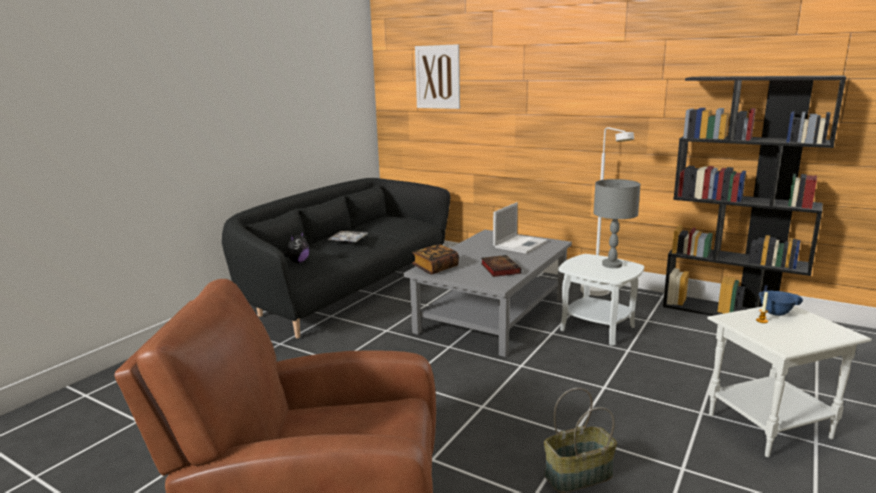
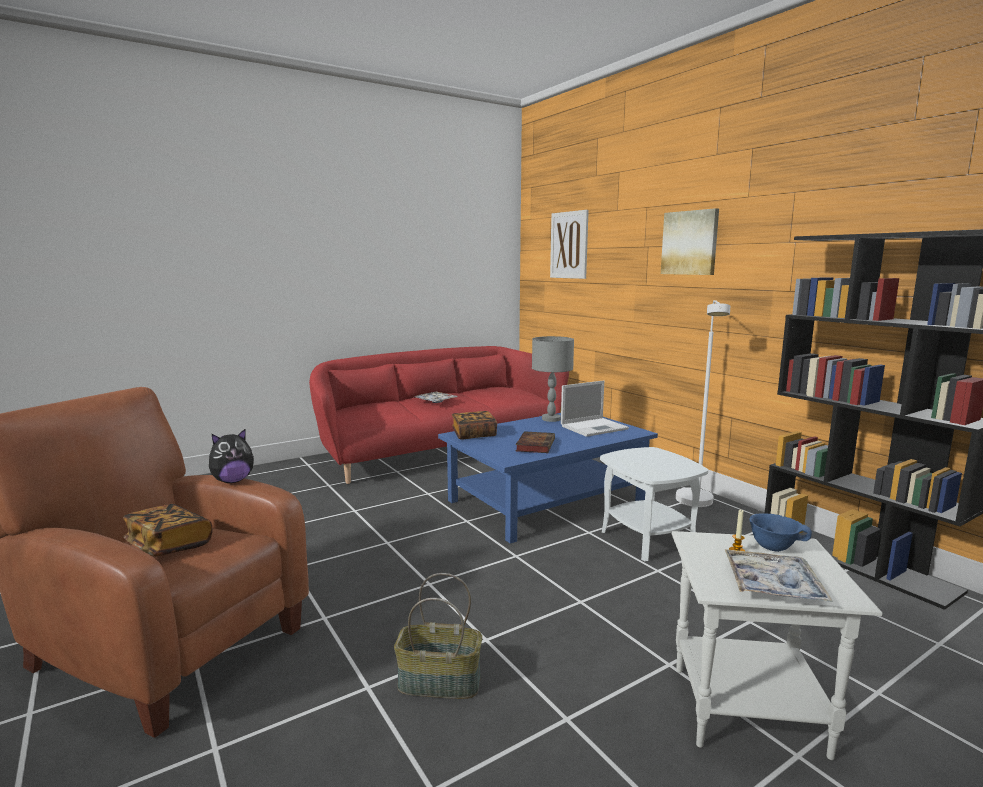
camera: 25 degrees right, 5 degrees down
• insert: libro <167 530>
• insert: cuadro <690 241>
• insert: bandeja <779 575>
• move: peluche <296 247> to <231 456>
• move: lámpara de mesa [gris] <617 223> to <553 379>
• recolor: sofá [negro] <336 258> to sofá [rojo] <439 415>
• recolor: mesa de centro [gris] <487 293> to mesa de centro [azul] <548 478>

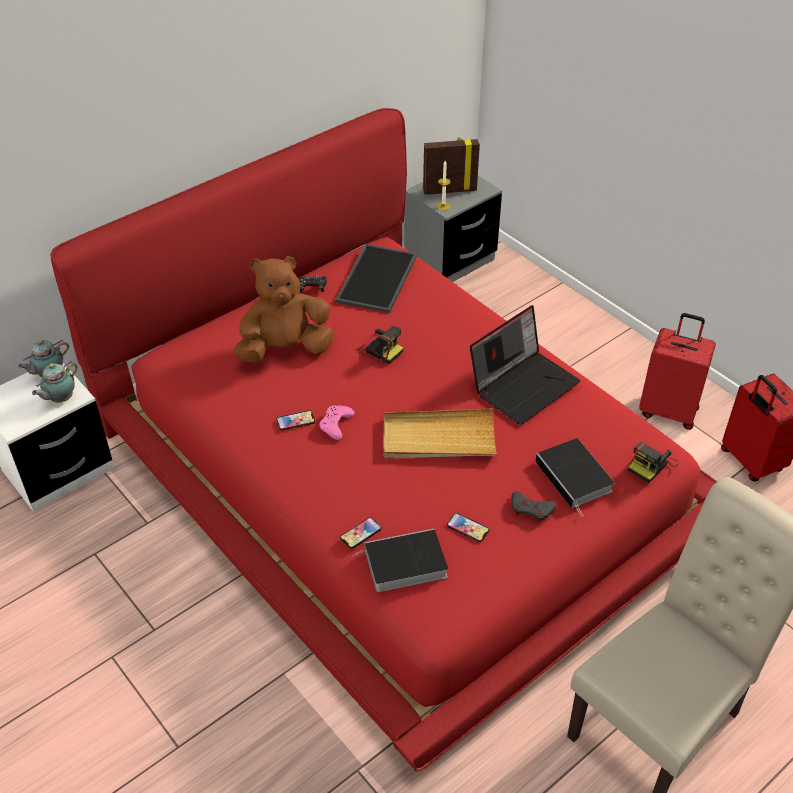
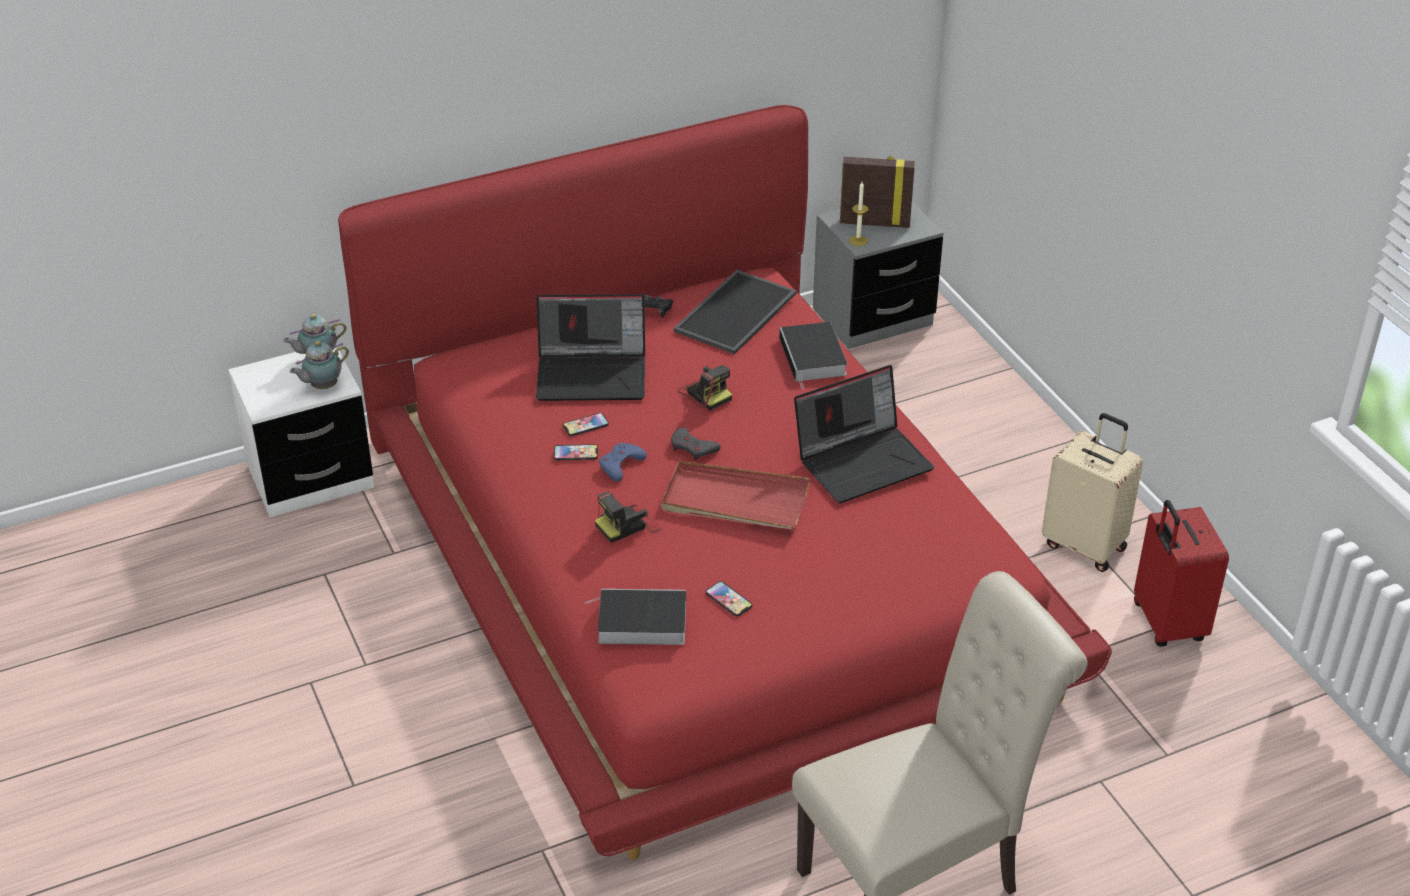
camera: 15 degrees right, 5 degrees down
• move: móvil <360 533> to <586 424>
• move: mando de consola [gris] <533 506> to <696 443>
• move: libro <574 477> to <813 355>
• move: cámara <653 462> to <628 517>
• replace: peluche [marrón] <283 309> to portátil <590 347>
• recolor: mando de consola [rosa] <337 422> to mando de consola [azul] <623 462>
• recolor: bandeja [beis] <440 433> to bandeja [rojo] <735 495>
• recolor: maleta [rojo] <677 371> to maleta [beis] <1092 492>

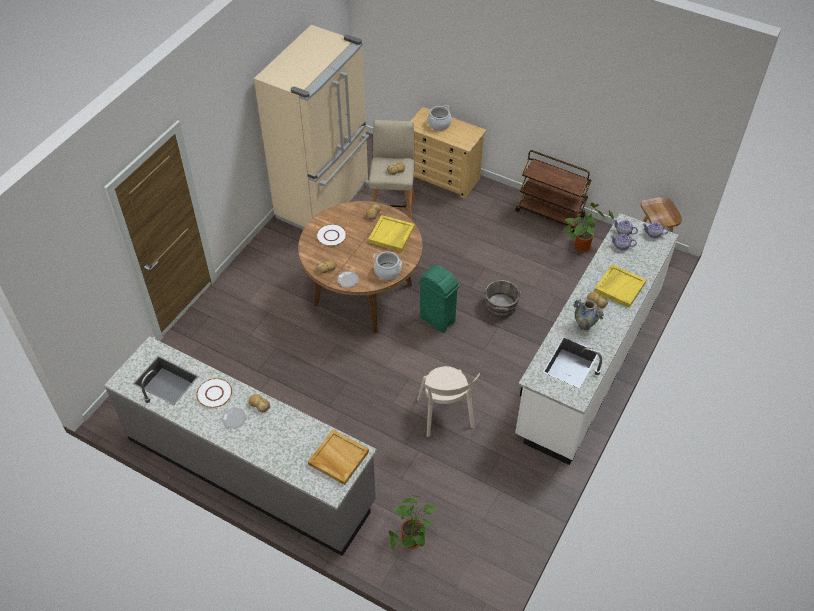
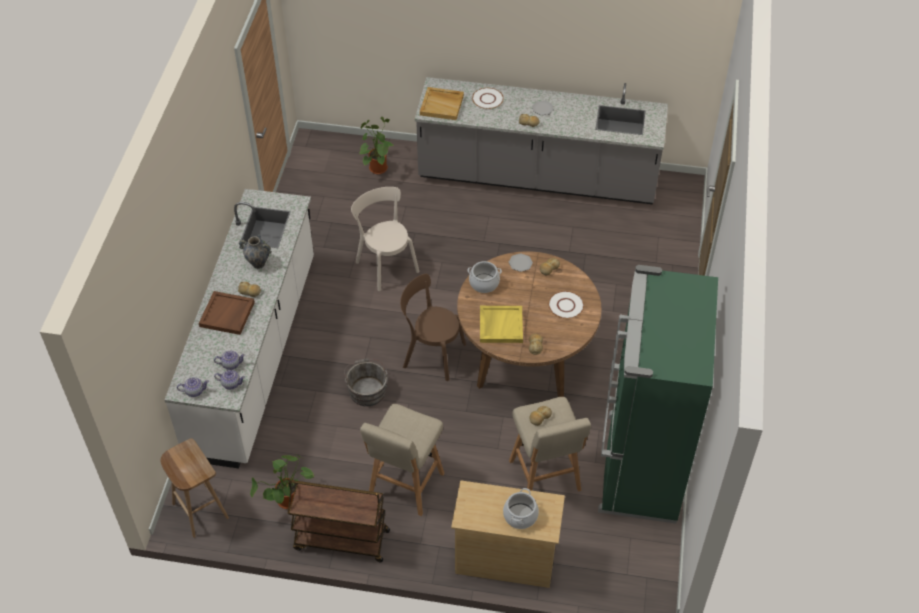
camera: 160 degrees right, 0 degrees up
• insert: taburete [beis] <402 460>
• move: plato [blanco] <214 393> to <488 98>
• replace: papelera [verde] <439 299> to silla [marrón] <433 327>
• recolor: nevera [beis] <311 127> to nevera [verde] <658 394>
• recolor: bandeja [amarillo] <620 286> to bandeja [marrón] <227 313>

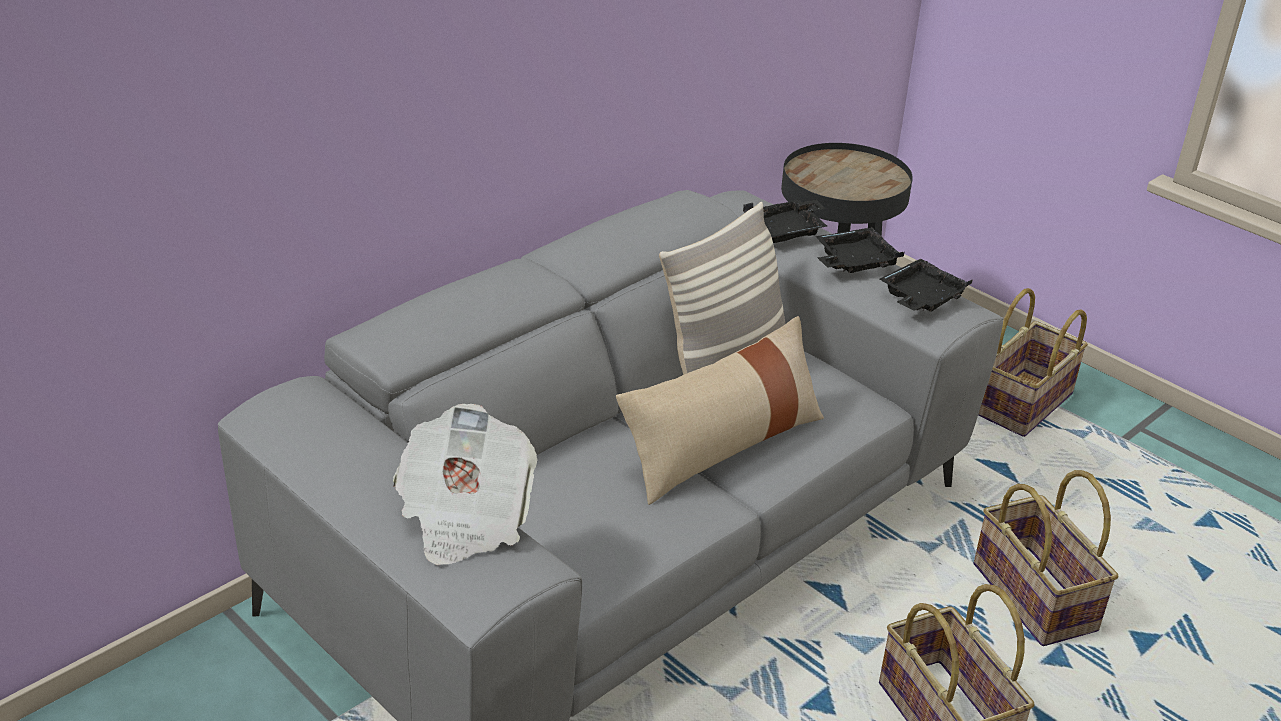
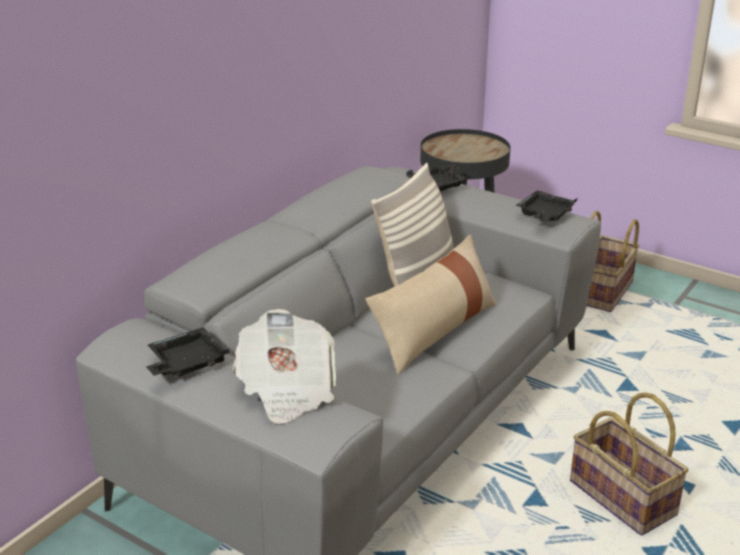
camera: 10 degrees left, 5 degrees down
• delete: cesta <1045 558>
• move: bandeja [negro] <860 250> to <187 352>

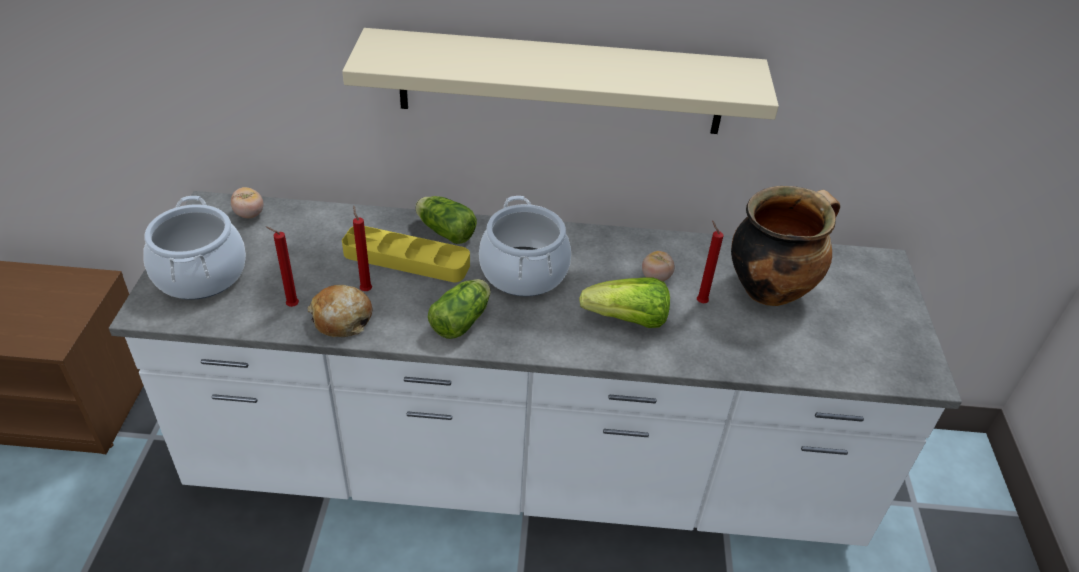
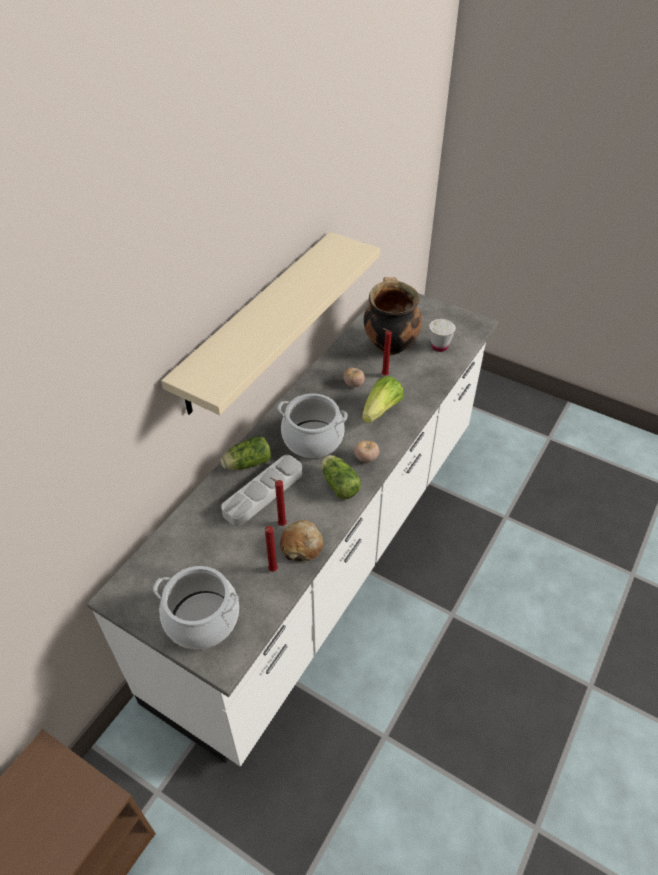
camera: 60 degrees left, 5 degrees up
• insert: taza [blanco] <442 335>
• move: tomate <247 203> to <366 451>
• recolor: bandeja [amarillo] <406 254> to bandeja [gris] <261 490>

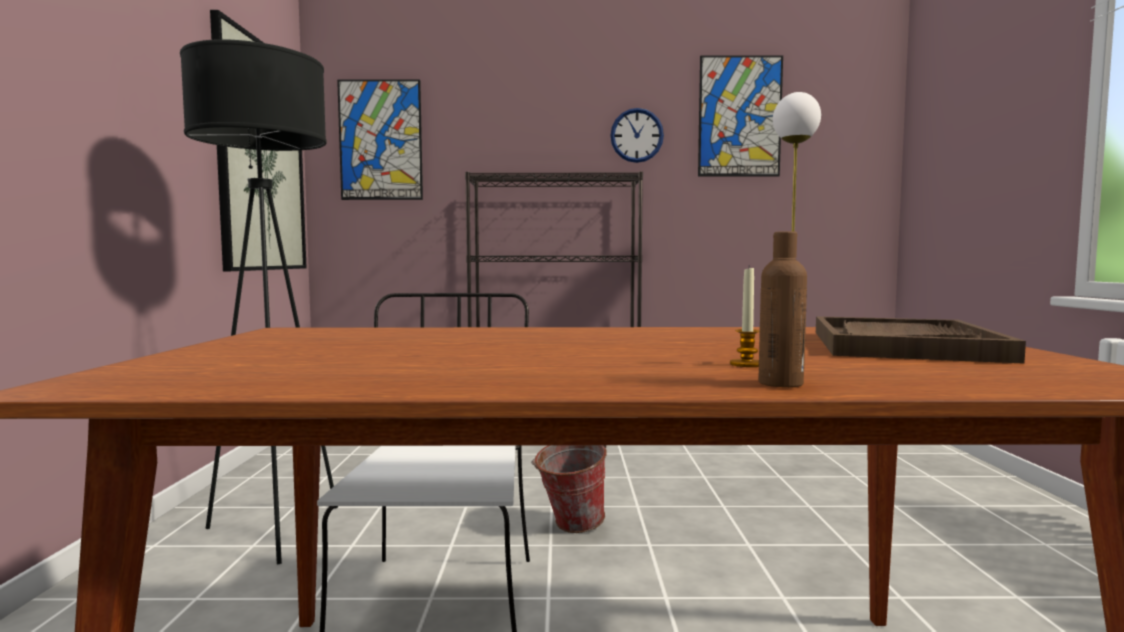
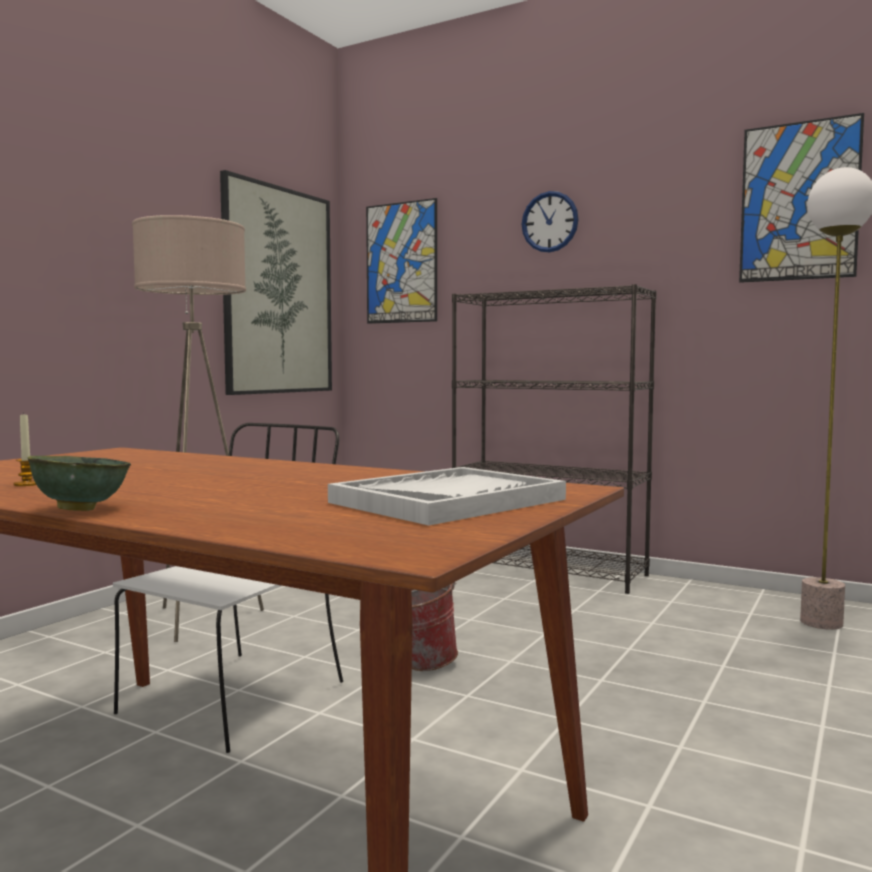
camera: 30 degrees right, 0 degrees up
• delete: botella [marrón] <782 309>
• insert: cuenco [verde] <79 483>
• move: reloj de pared <637 135> to <550 222>
• move: vela <745 317> to <24 449>
• recolor: lámpara de pie [negro] <259 301> to lámpara de pie [beis] <198 428>
• recolor: bandeja [marrón] <921 340> to bandeja [blanco] <447 496>

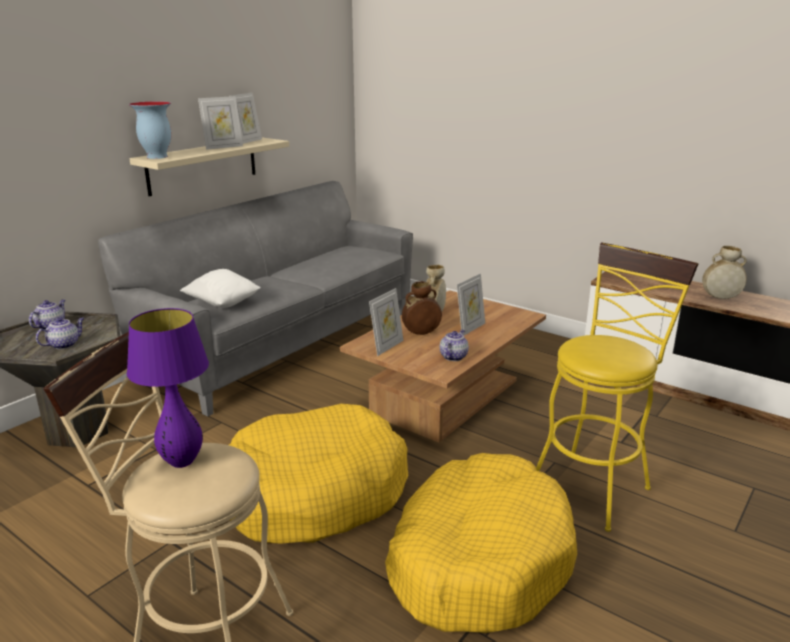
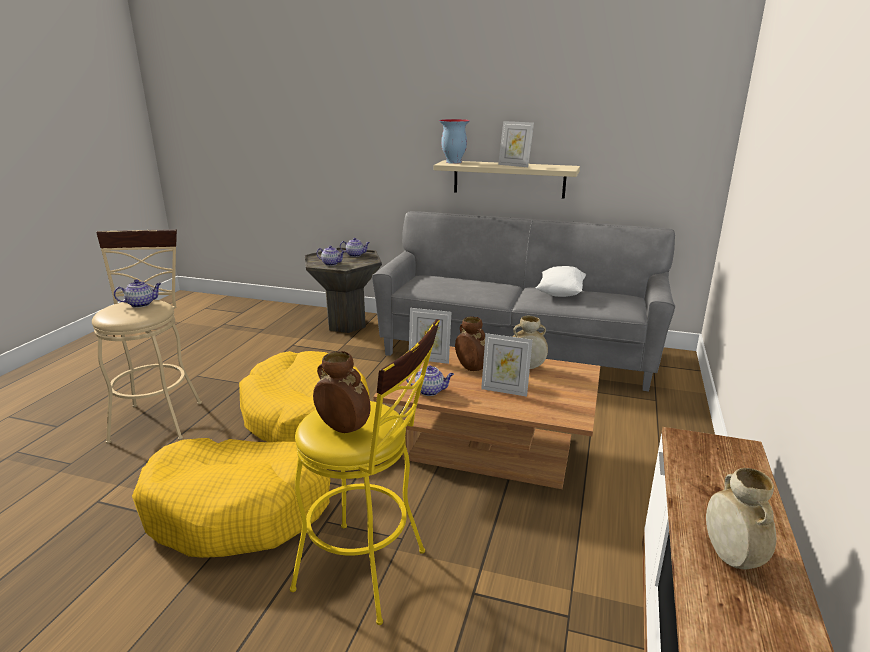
camera: 70 degrees right, 0 degrees up
• delete: portarretratos <246 118>
• insert: florero [marrón] <342 392>
• move: cojín [blanco] <220 288> to <561 281>
• replace: lámpara de mesa [morado] <168 388> to tetera <138 294>

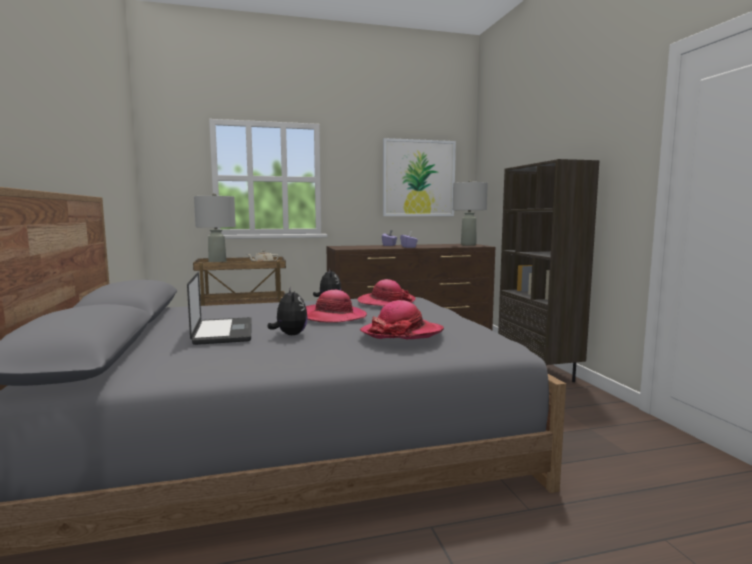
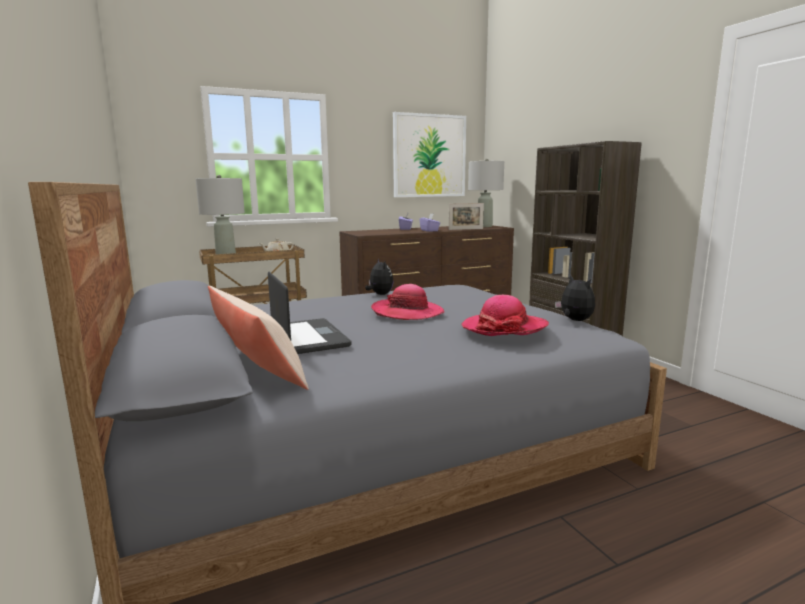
camera: 10 degrees left, 5 degrees up
• delete: sombrero <386 292>
• insert: cojín [beis] <258 338>
• insert: portarretratos <466 216>
• move: peluche <288 311> to <575 298>

